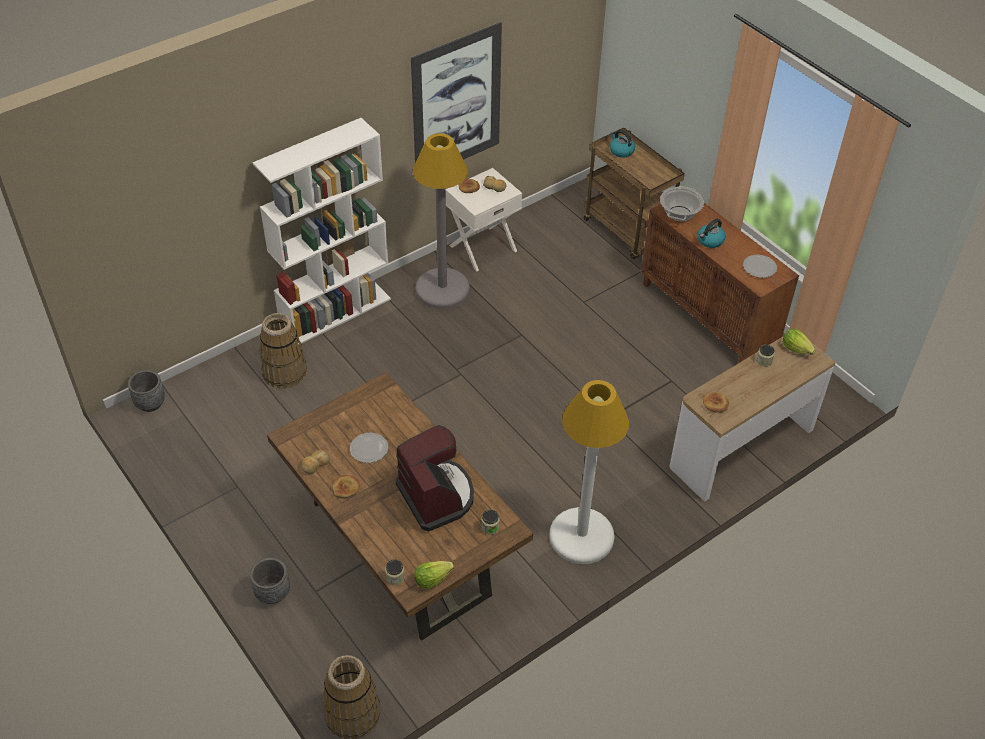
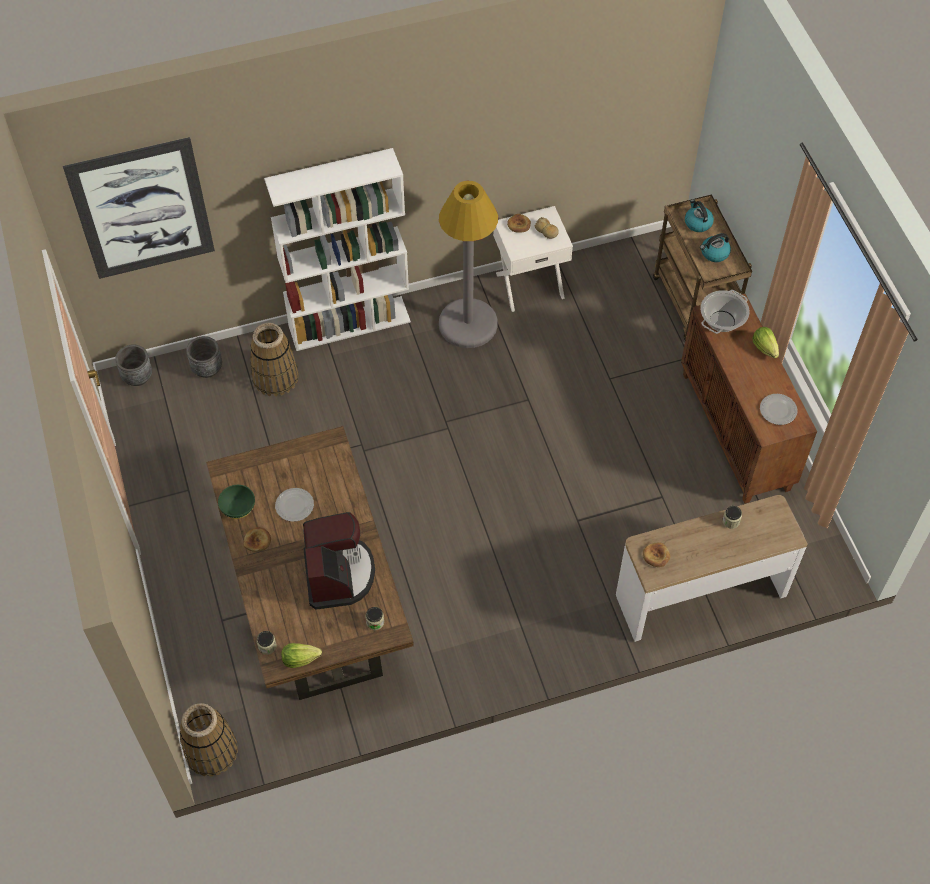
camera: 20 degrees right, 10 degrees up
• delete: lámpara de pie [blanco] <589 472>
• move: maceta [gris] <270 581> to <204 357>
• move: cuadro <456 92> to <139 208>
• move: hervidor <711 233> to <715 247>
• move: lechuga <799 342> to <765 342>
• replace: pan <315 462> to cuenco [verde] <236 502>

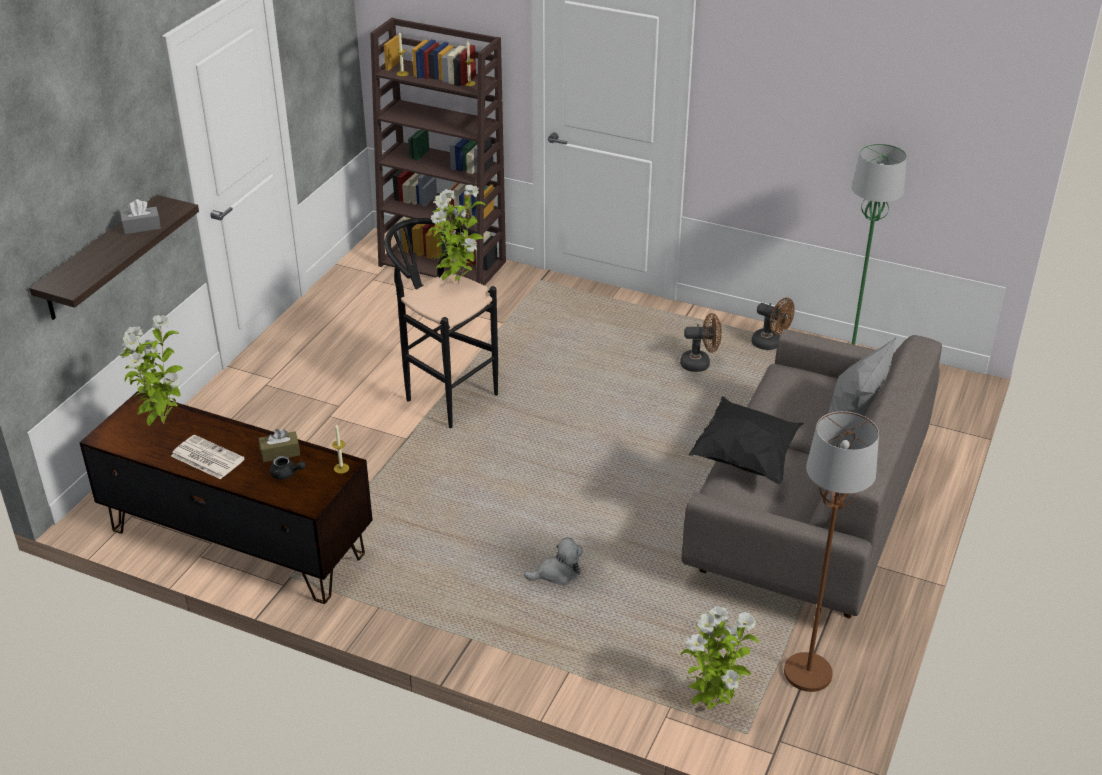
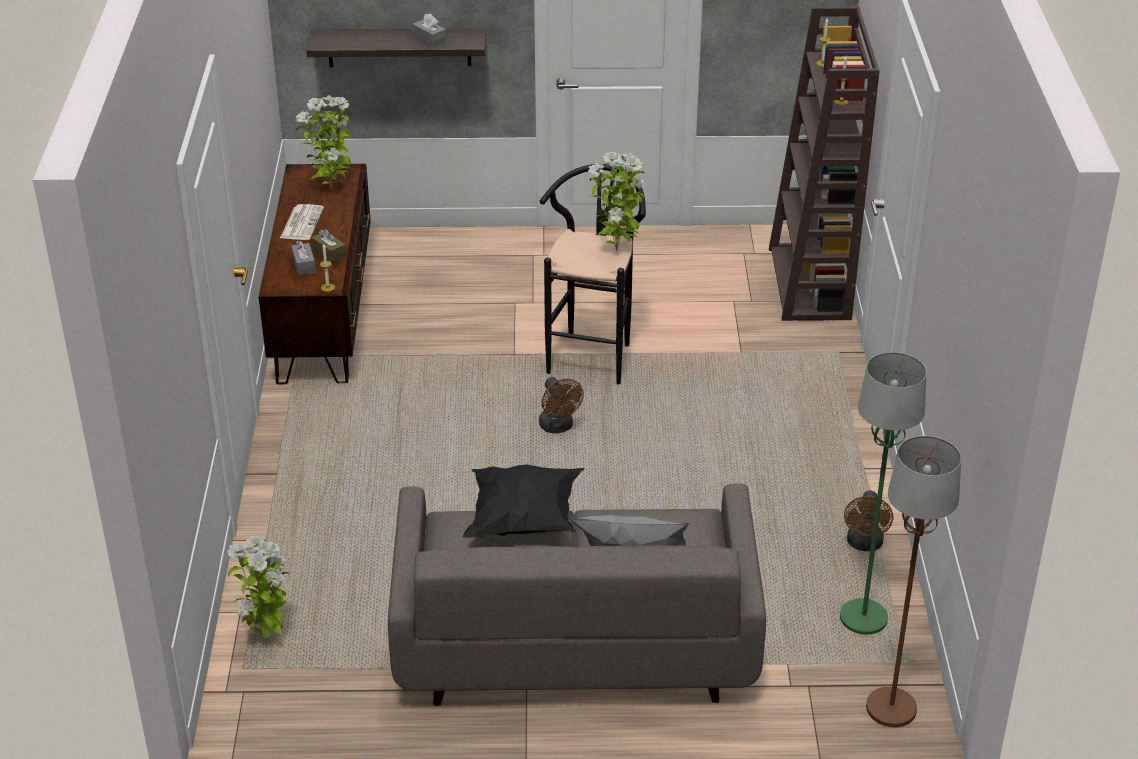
camera: 65 degrees right, 0 degrees up
• delete: peluche <553 561>
• move: ventilador [marrón] <701 342> to <561 405>
• move: lámpara de pie [marrón] <831 551> to <913 581>
• replace: tetera [negro] <288 467> to caja de pañuelos [gris] <303 258>

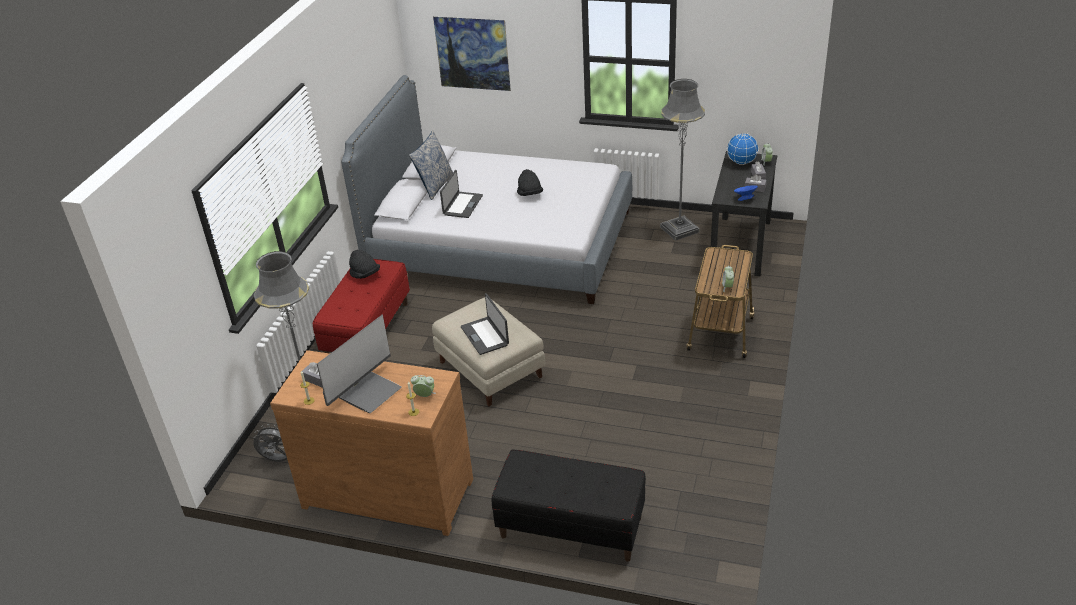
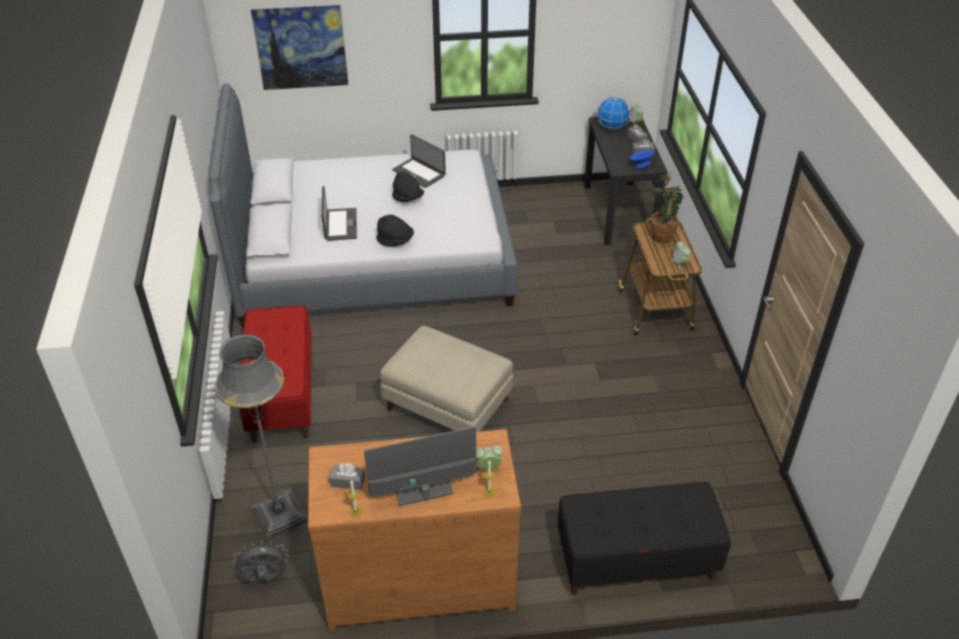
camera: 25 degrees left, 5 degrees up
• delete: cojín <431 165>
• delete: lámpara de pie [gris] <682 160>
• insert: planta en maceta <667 208>
• move: sombrero [negro] <364 264> to <395 230>
• move: portátil <485 324> to <419 161>
• rotate: monitor <359 364> = <420 466> 120 degrees counterclockwise

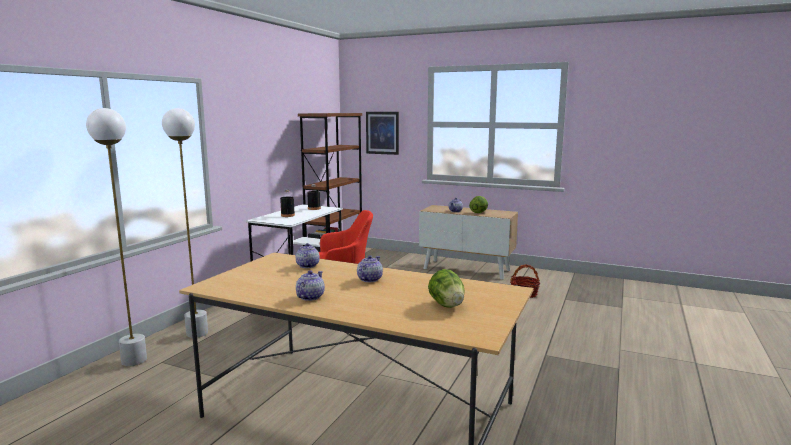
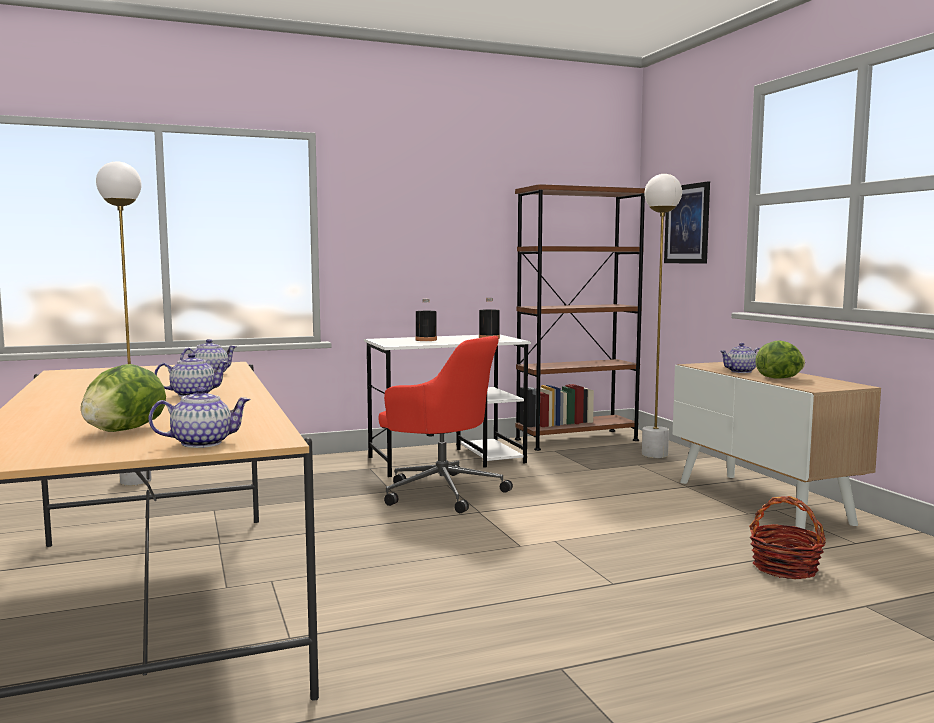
camera: 45 degrees right, 5 degrees down
• move: lámpara de pie [blanco] <185 223> to <662 316>
• move: tetera <310 285> to <199 417>

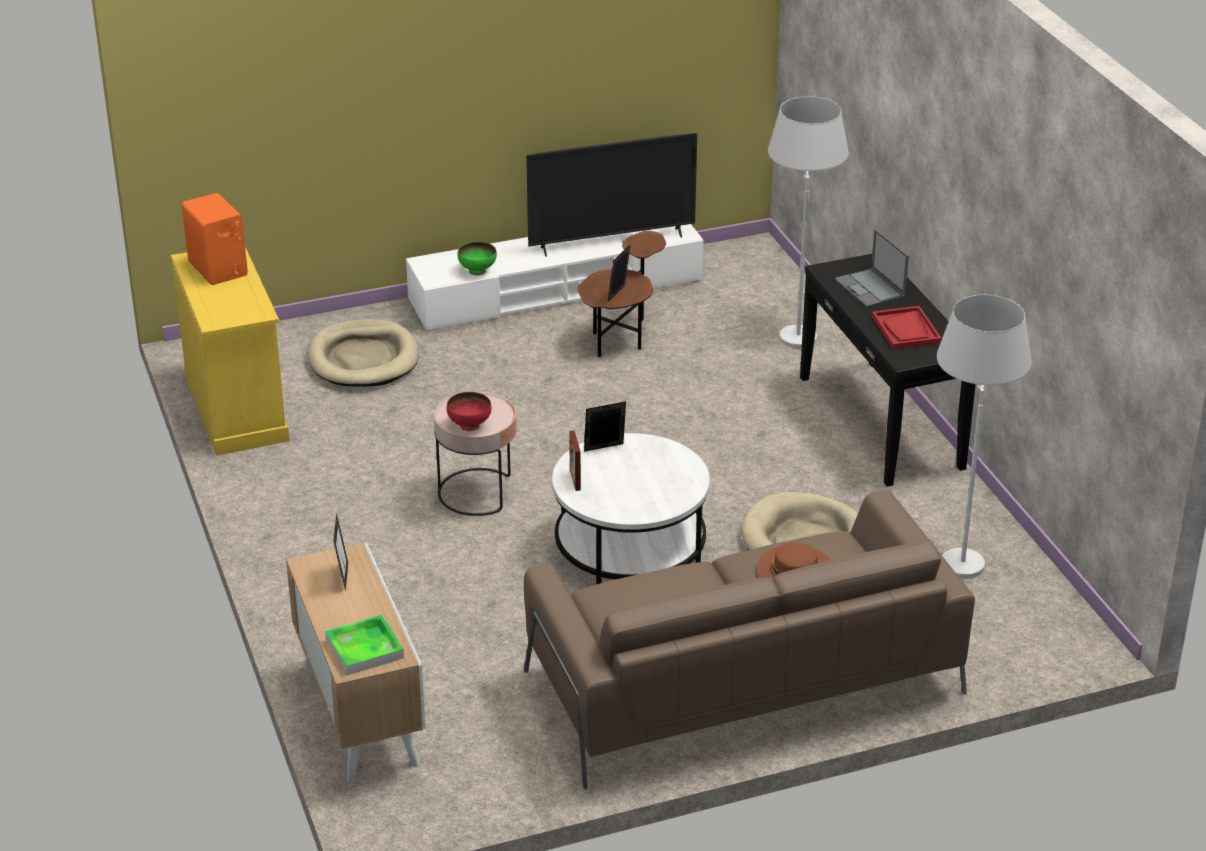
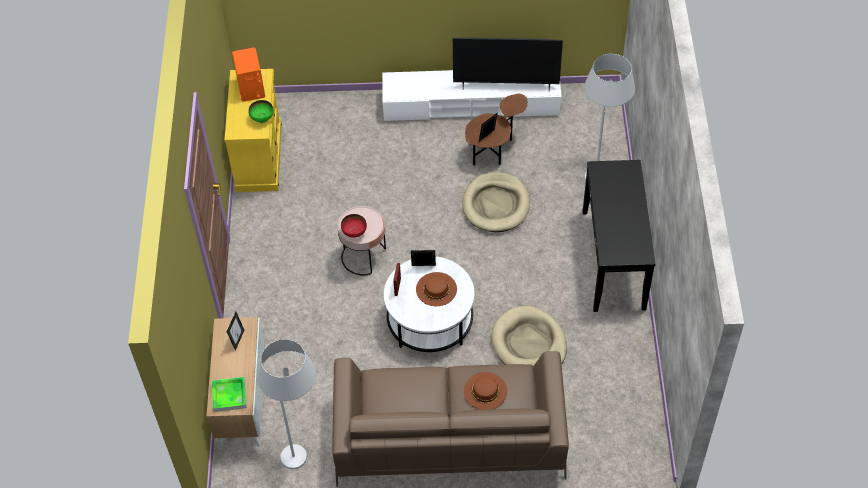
camera: 20 degrees right, 20 degrees up
• delete: portátil <872 268>
• delete: bandeja [rojo] <906 328>
• insert: sombrero [marrón] <436 289>
• move: cama para perro [beis] <363 353> to <496 202>
• move: cuenco [verde] <477 259> to <261 111>
• move: lámpara de pie [blanco] <984 437> to <287 404>

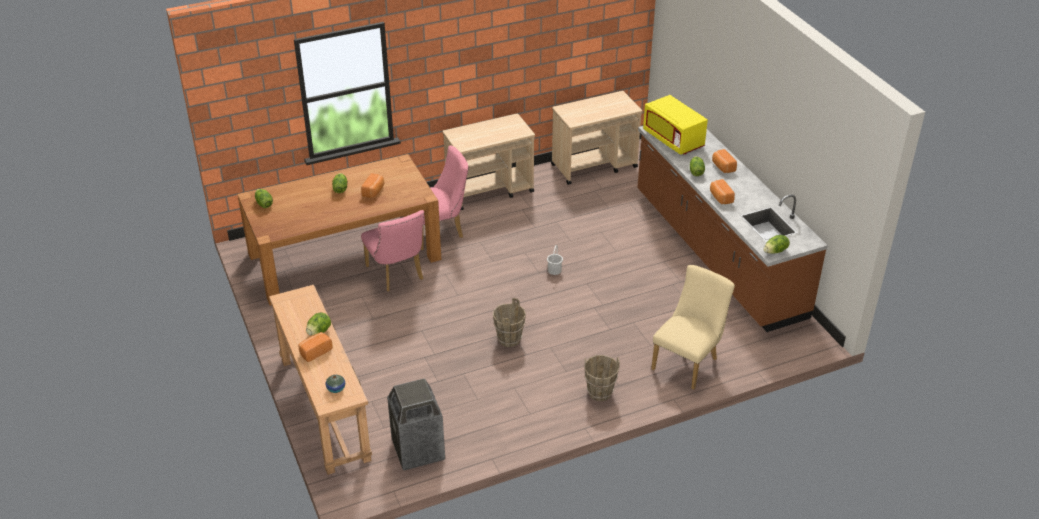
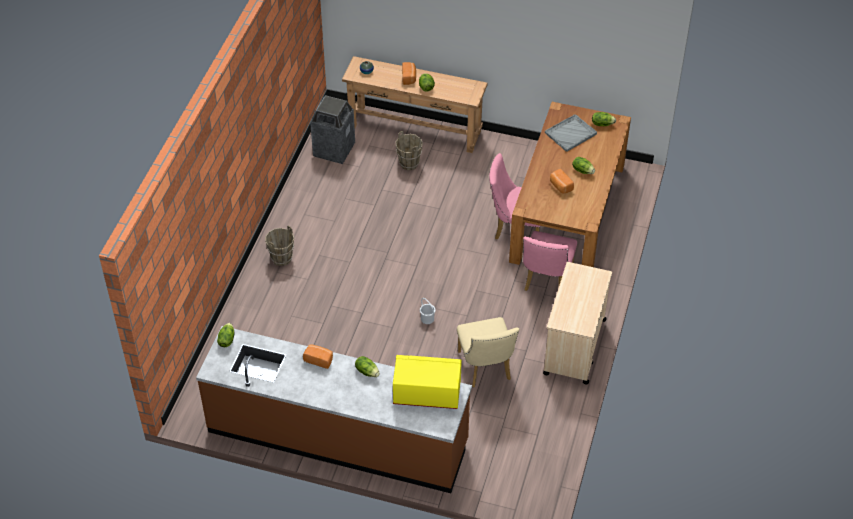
camera: 130 degrees right, 10 degrees up
• delete: carrito [beis] <597 138>
• delete: pan <724 161>
• insert: bandeja [gris] <571 133>
• move: cubo [marrón] <509 322> to <409 150>
• move: silla [beis] <693 327> to <488 352>

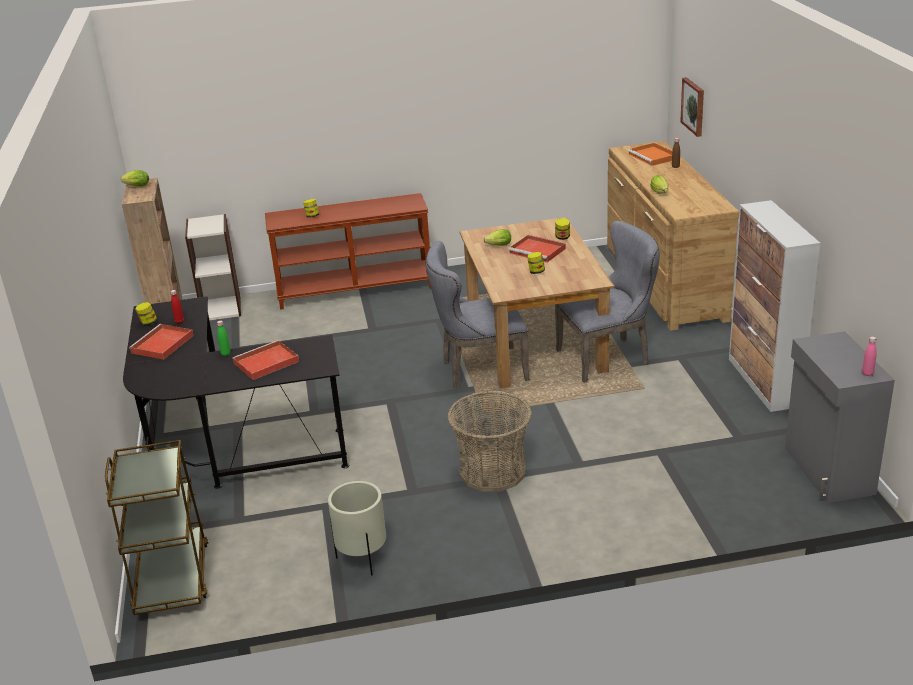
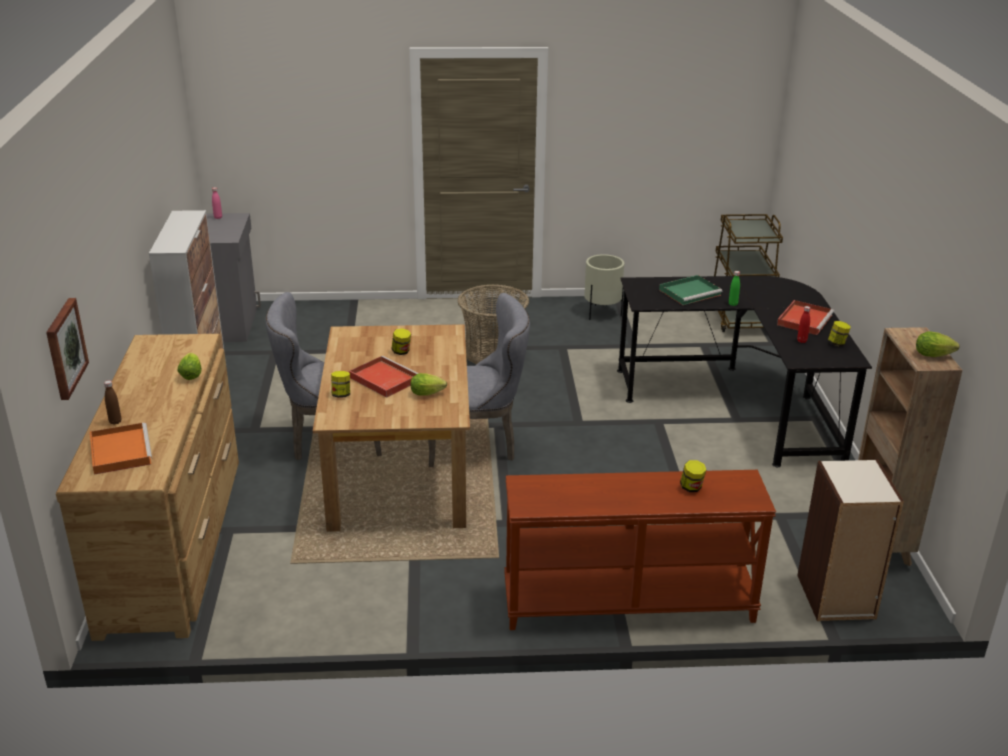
camera: 175 degrees left, 0 degrees up
• recolor: bandeja [rojo] <266 360> to bandeja [verde] <690 290>

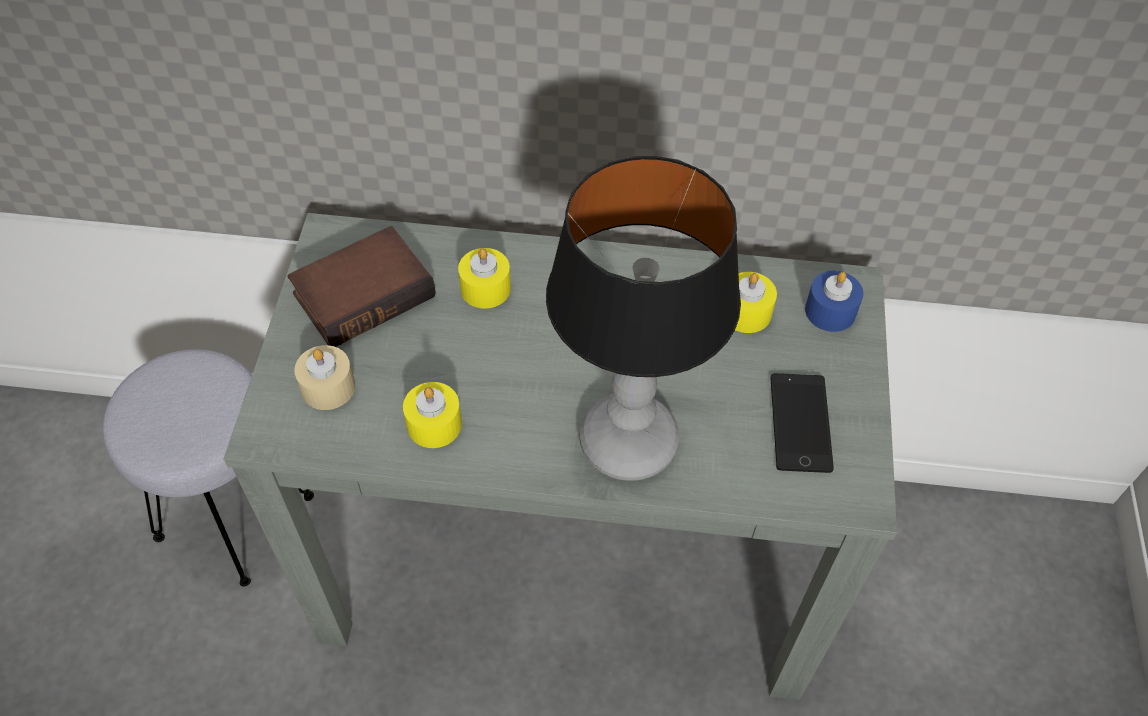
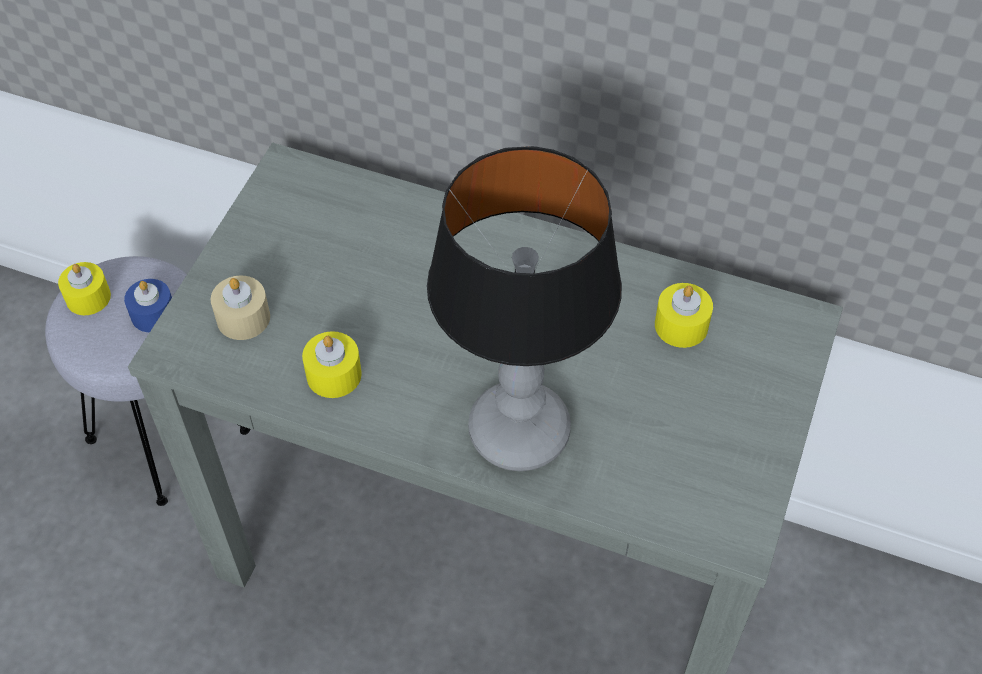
camera: 15 degrees right, 0 degrees up
• delete: libro <361 286>
• delete: móvil <802 423>
• move: vela [amarillo] <484 278> to <84 288>
• move: vela [azul] <834 301> to <148 305>

